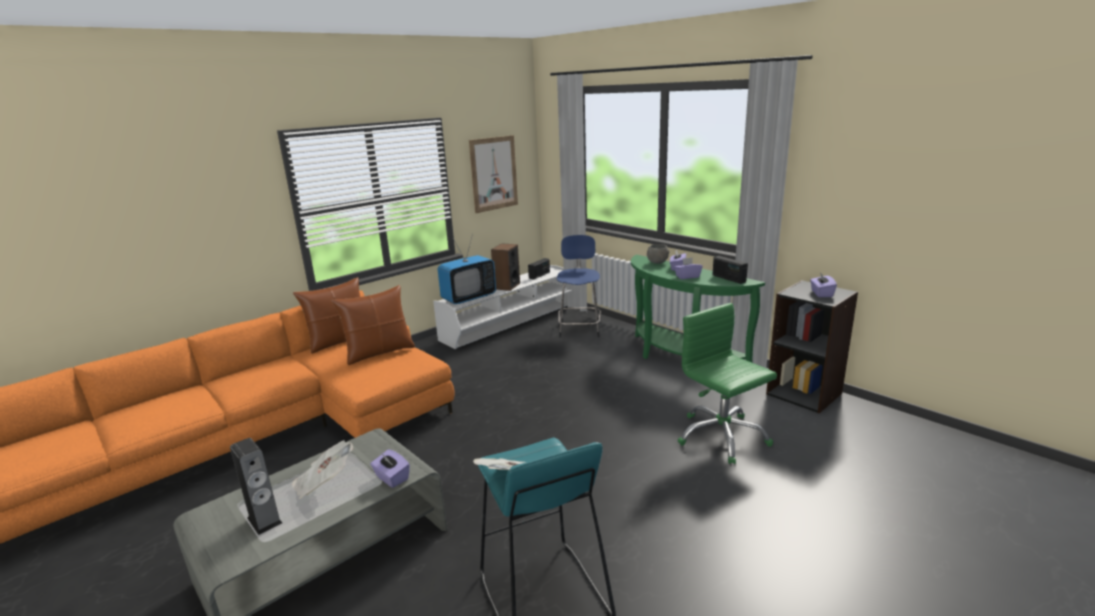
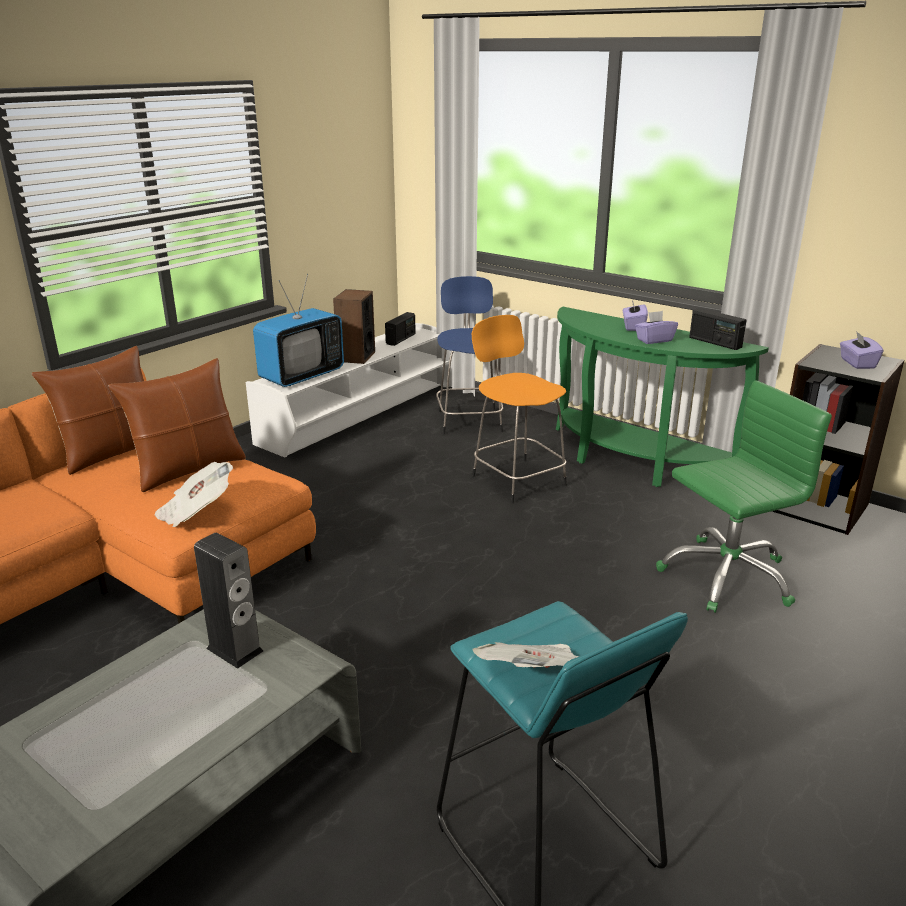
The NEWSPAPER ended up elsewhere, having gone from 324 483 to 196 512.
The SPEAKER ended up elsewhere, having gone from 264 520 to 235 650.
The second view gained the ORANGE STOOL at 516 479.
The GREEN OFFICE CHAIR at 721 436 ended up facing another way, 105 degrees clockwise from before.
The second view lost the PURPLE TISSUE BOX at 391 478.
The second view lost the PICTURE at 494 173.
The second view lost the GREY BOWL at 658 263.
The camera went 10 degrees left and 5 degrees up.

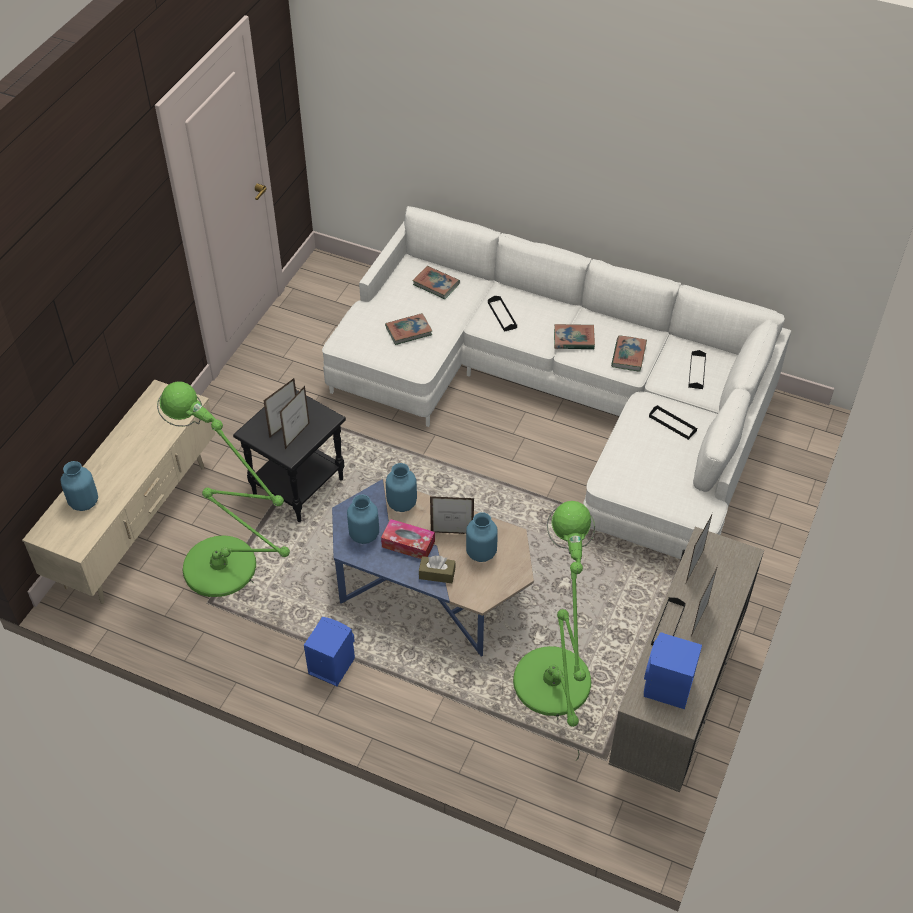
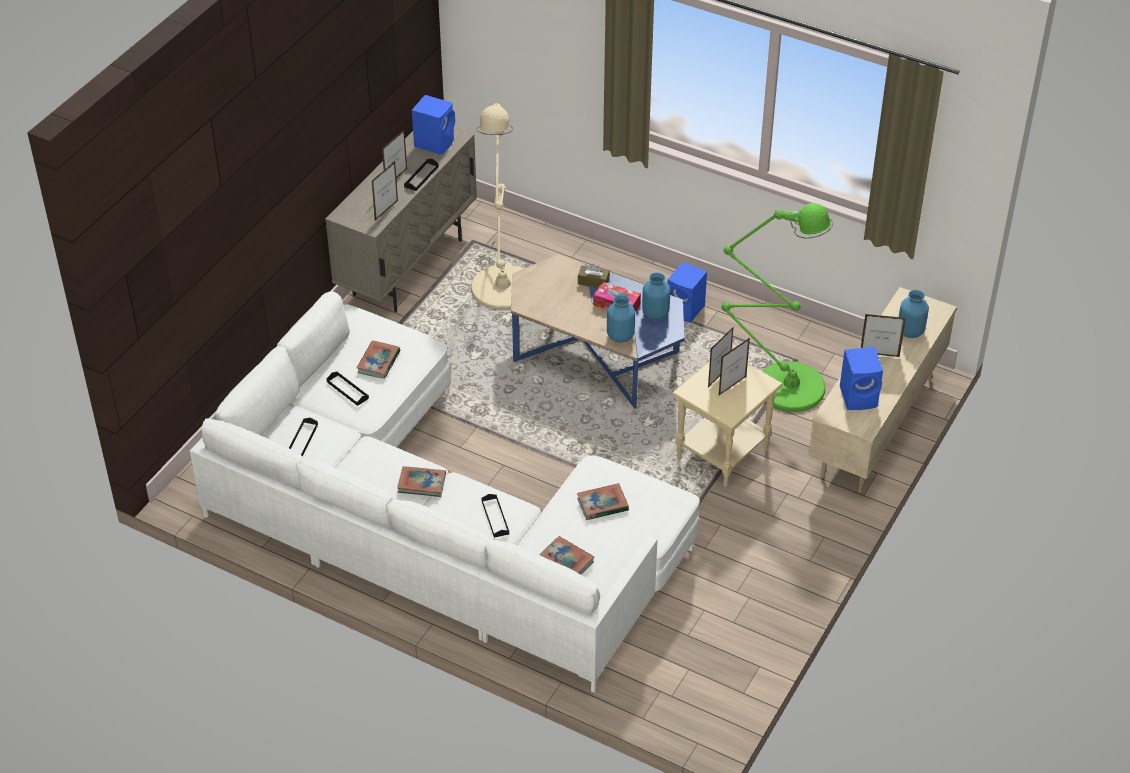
The BOOK ended up elsewhere, having gone from 628 355 to 378 362.
What was the GREEN FLOOR LAMP at 554 692 turned into the BEIGE FLOOR LAMP at 503 282.
What was the BLACK SIDE TABLE at 297 485 turned into the BEIGE SIDE TABLE at 722 454.
The second view gained the BLUE SPEAKER at 860 397.
The PICTURE FRAME ended up elsewhere, having gone from 452 533 to 879 355.
The second view lost the BLUE VASE at 481 553.
The camera went 175 degrees left and 5 degrees down.

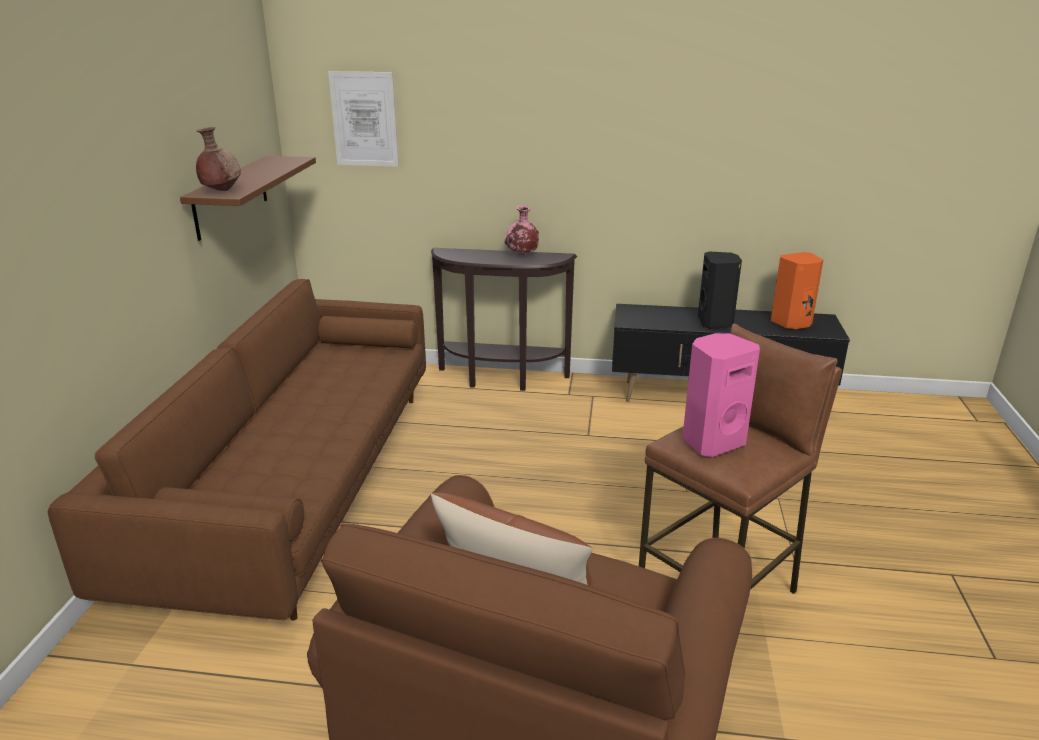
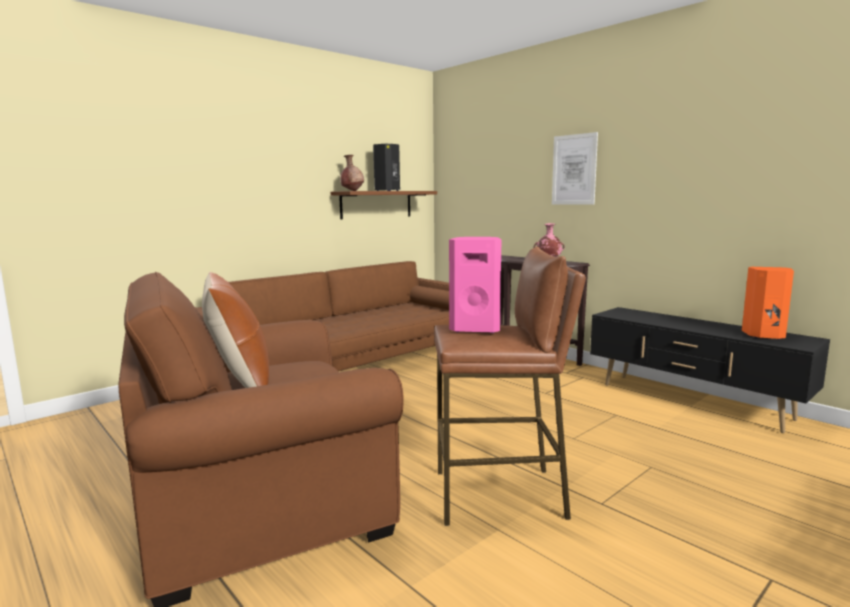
The BLACK SPEAKER ended up elsewhere, having gone from 715 323 to 388 191.
The PICTURE ended up elsewhere, having gone from 364 119 to 574 169.
The camera went 40 degrees right and 15 degrees down.

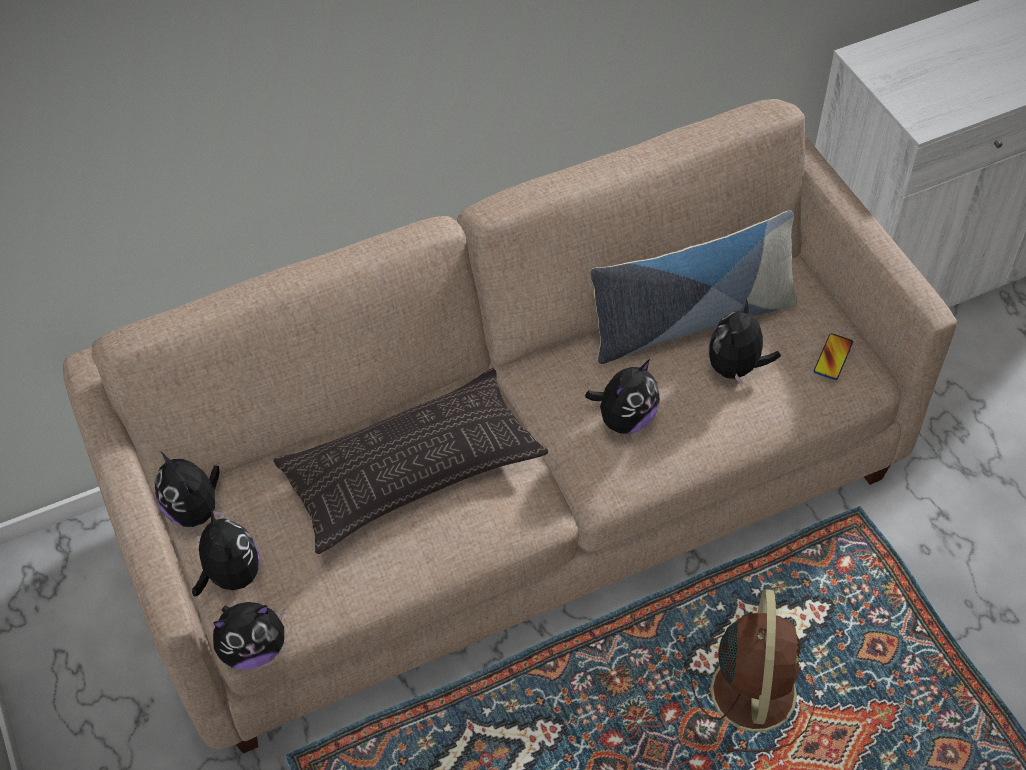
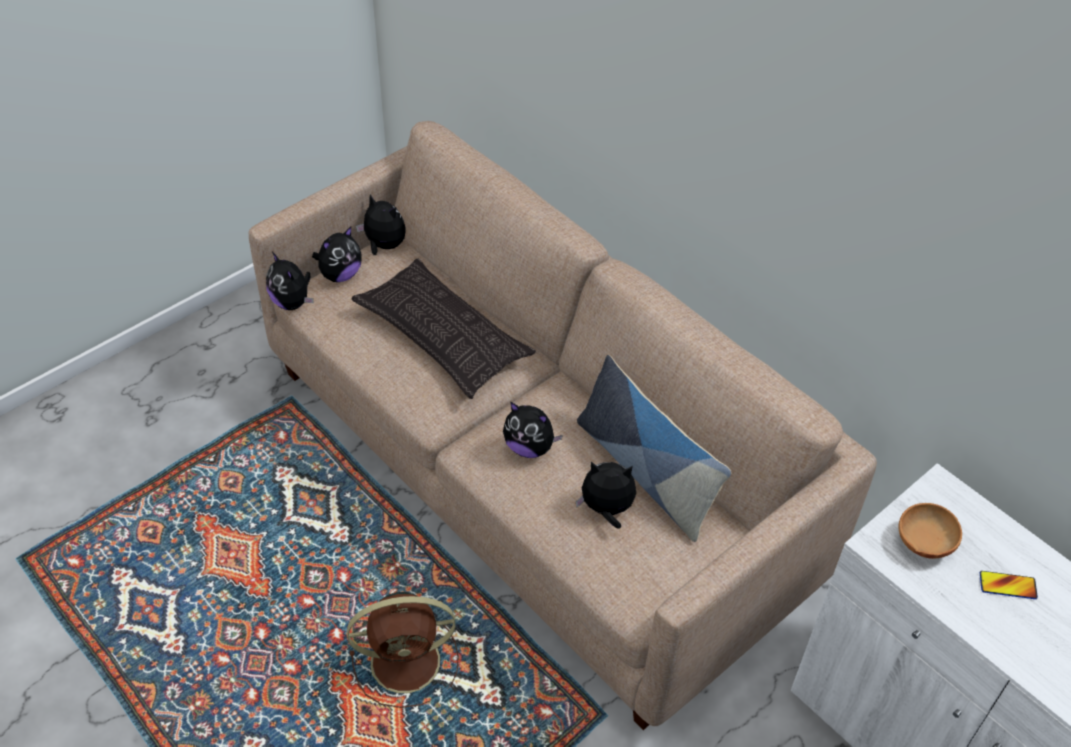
The PLUSH TOY at 196 510 ended up facing another way, 90 degrees clockwise from before.
The second view gained the BROWN BOWL at 923 543.
The PHONE ended up elsewhere, having gone from 833 357 to 1007 585.
The camera went 70 degrees right and 5 degrees down.

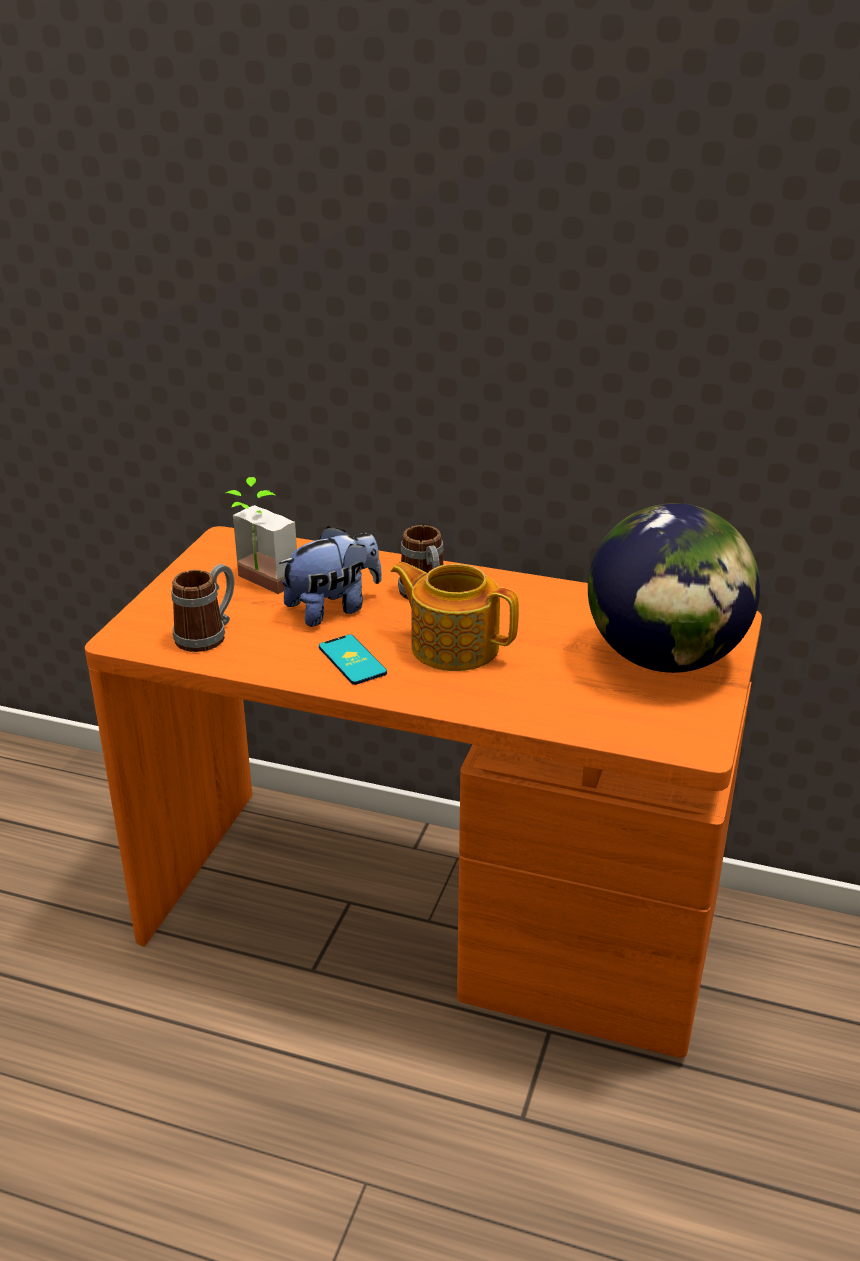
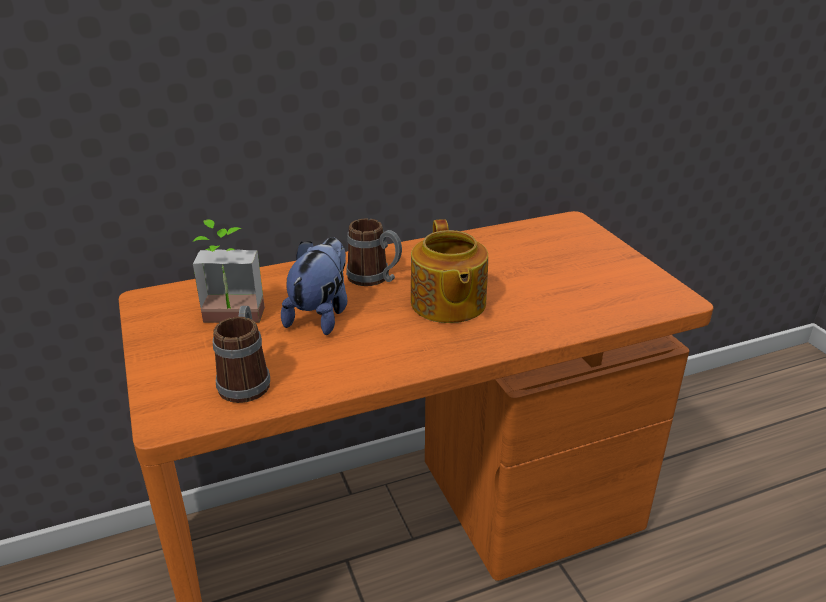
The TEAPOT at 453 646 ended up facing another way, 90 degrees counterclockwise from before.
The second view lost the PHONE at 352 660.
The second view lost the GLOBE at 665 659.
The camera went 40 degrees left and 0 degrees up.

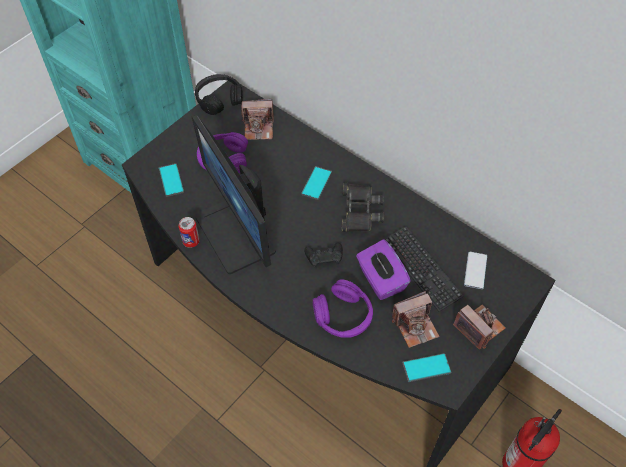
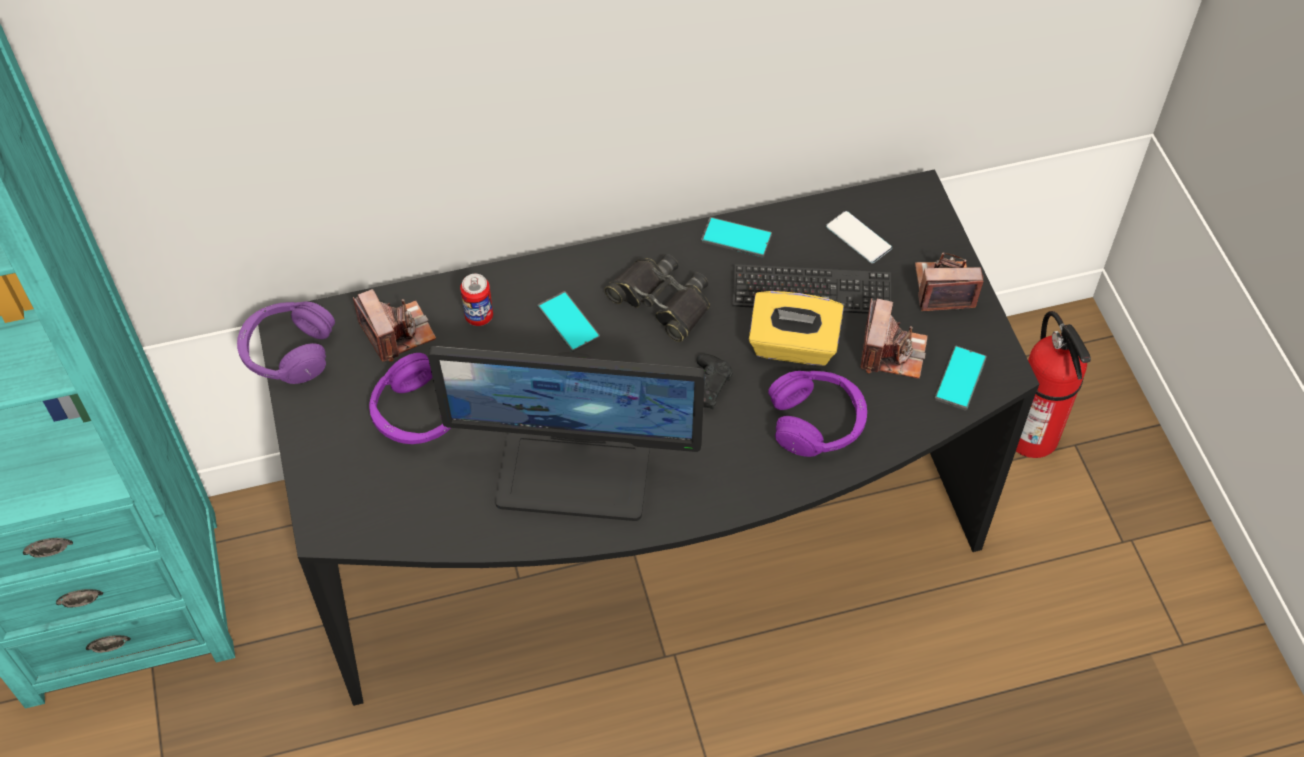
What was the BLACK HEADPHONES at 219 99 turned into the PURPLE HEADPHONES at 288 351.
The PHOTO CAMERA at 259 128 ended up facing another way, 60 degrees counterclockwise from before.
The CAN ended up elsewhere, having gone from 191 241 to 479 316.
The PHONE ended up elsewhere, having gone from 171 180 to 736 238.
What was the PURPLE TISSUE BOX at 380 280 turned into the YELLOW TISSUE BOX at 793 346.
The camera went 55 degrees left and 0 degrees up.

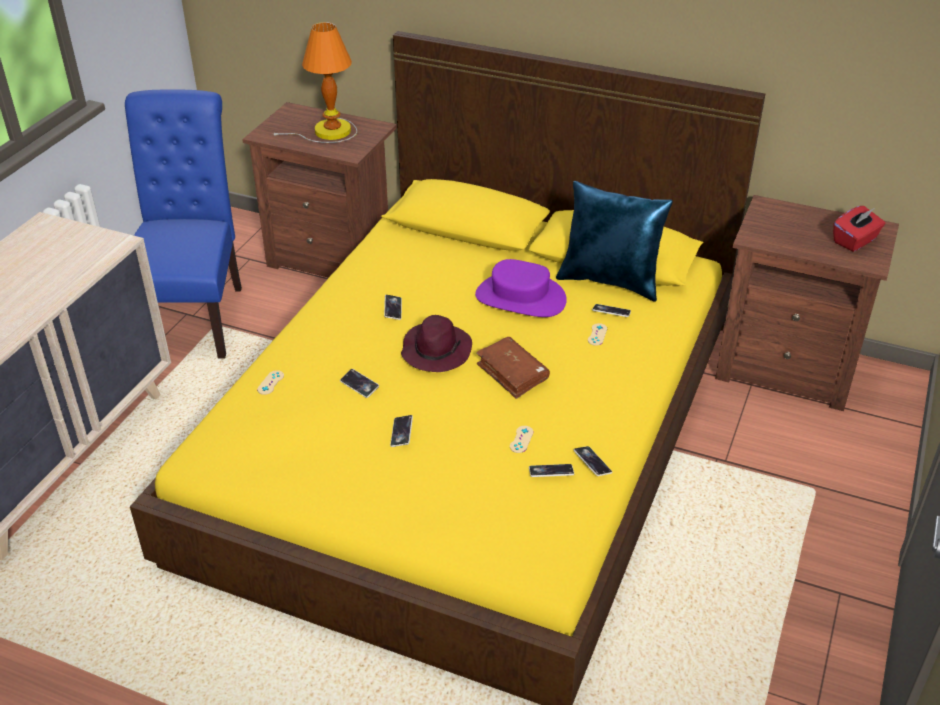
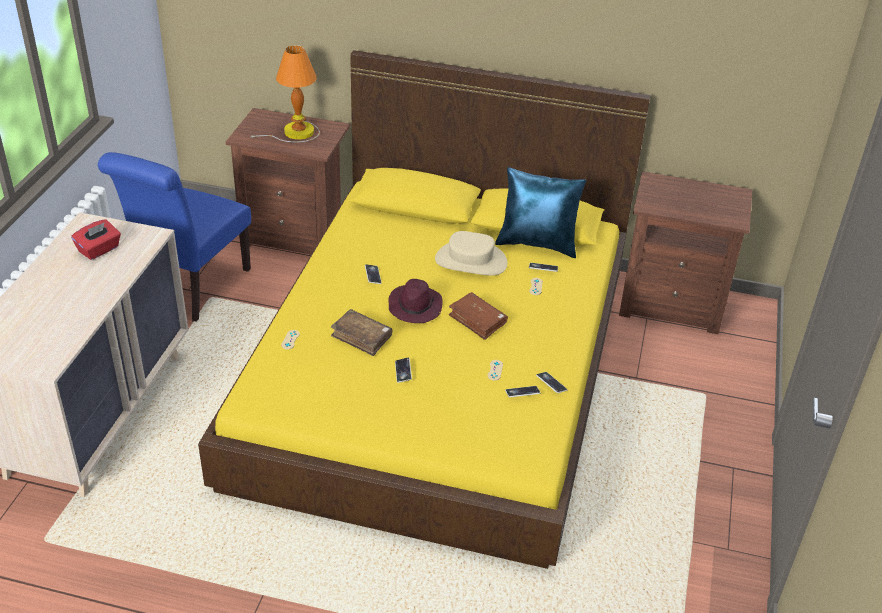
The RED TISSUE BOX ended up elsewhere, having gone from 855 241 to 99 250.
The BLUE CHAIR at 195 316 ended up facing another way, 150 degrees counterclockwise from before.
Where the PHONE stood at 359 385, the BROWN BOOK came to stand at 362 337.
What was the PURPLE HAT at 520 298 turned into the BEIGE HAT at 470 261.
The camera went 10 degrees left and 0 degrees up.

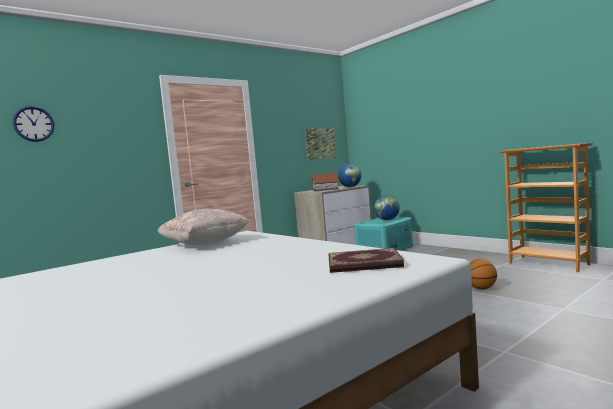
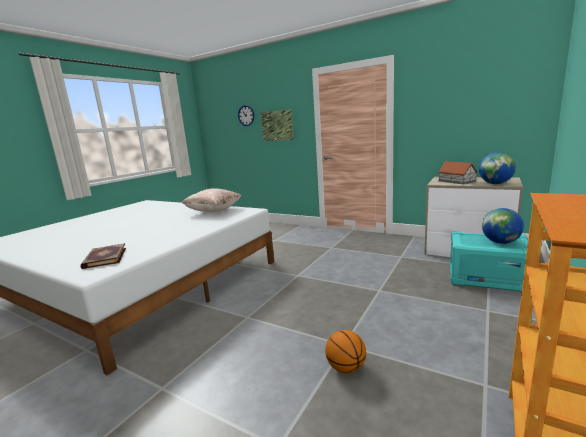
The PICTURE ended up elsewhere, having gone from 320 143 to 277 125.
The camera went 70 degrees right and 10 degrees up.

